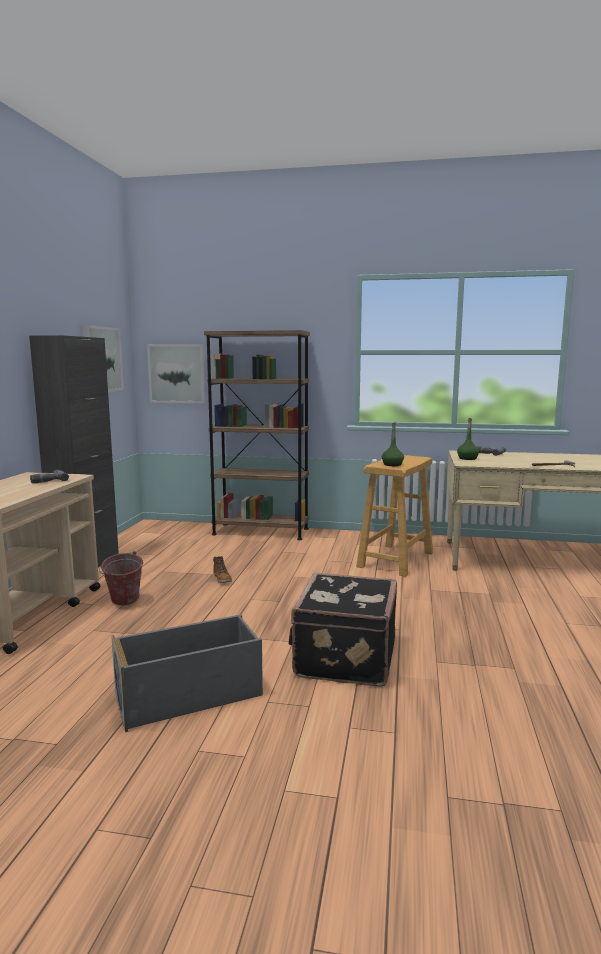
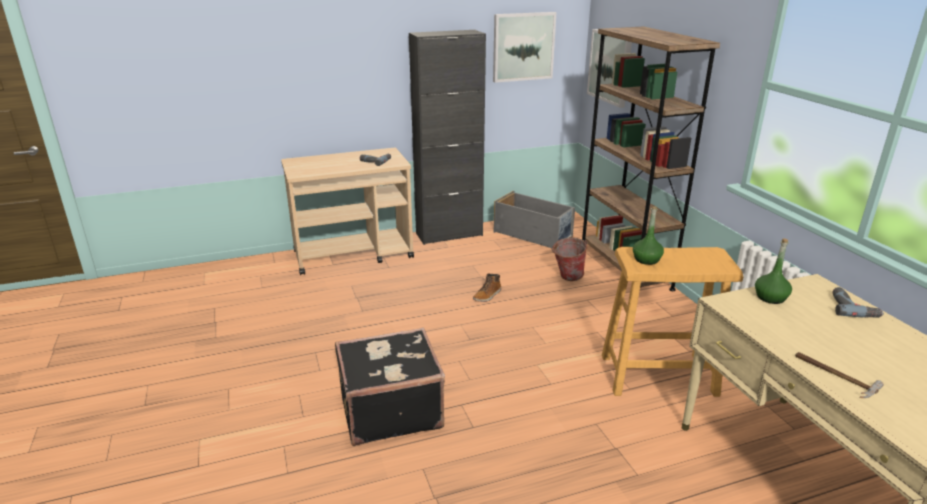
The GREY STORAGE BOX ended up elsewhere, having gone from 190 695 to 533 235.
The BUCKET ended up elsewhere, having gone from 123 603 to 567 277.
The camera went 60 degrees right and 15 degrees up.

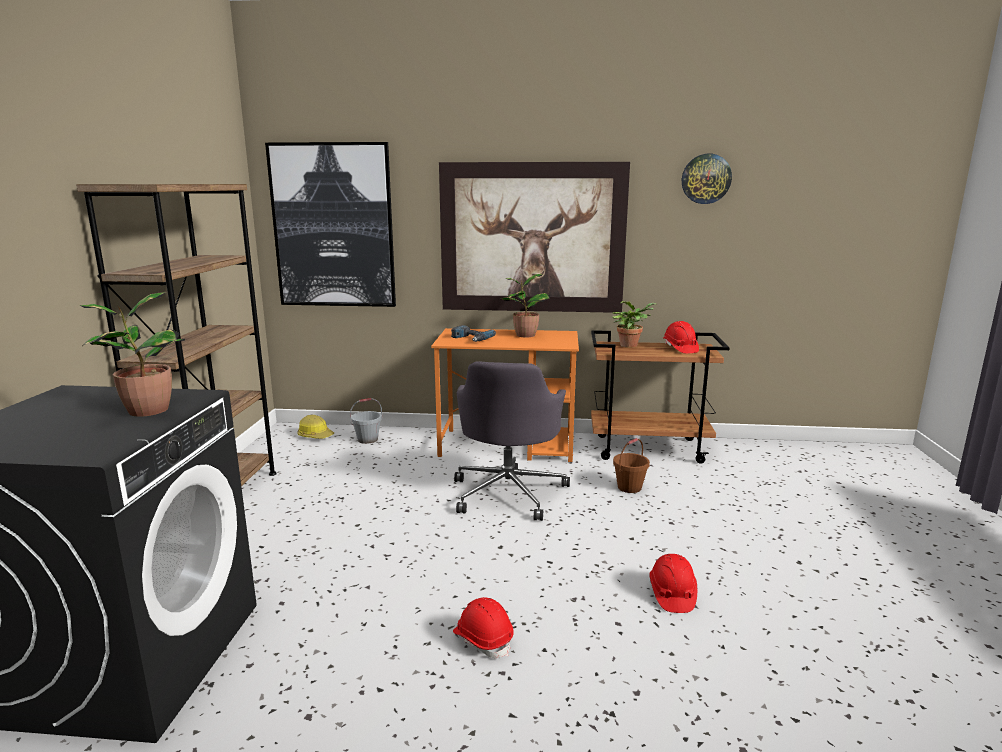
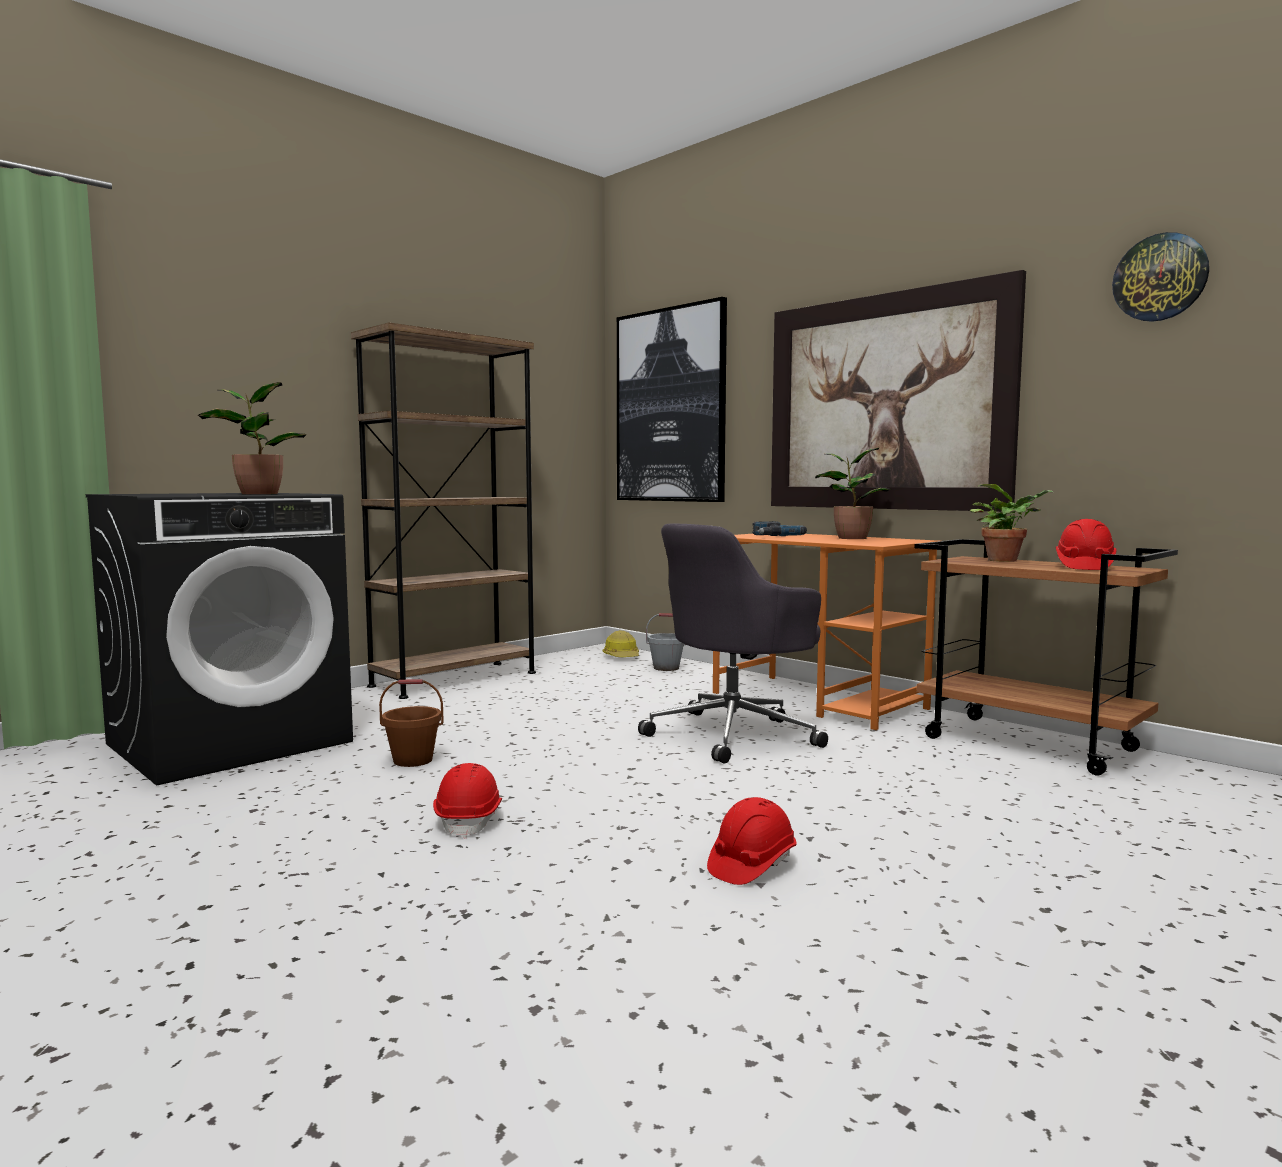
The BROWN BUCKET ended up elsewhere, having gone from 629 487 to 412 760.
The camera went 40 degrees right and 10 degrees down.

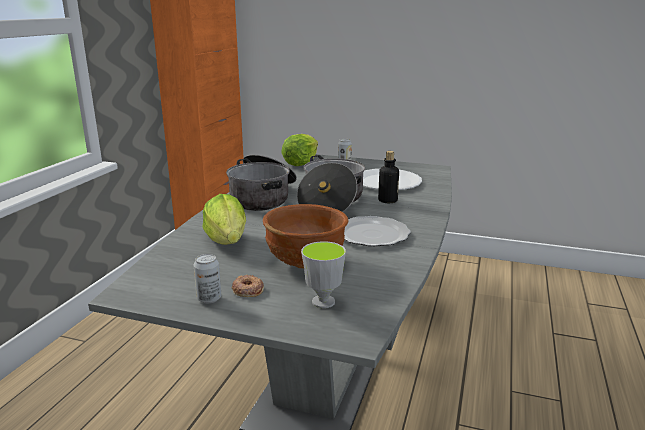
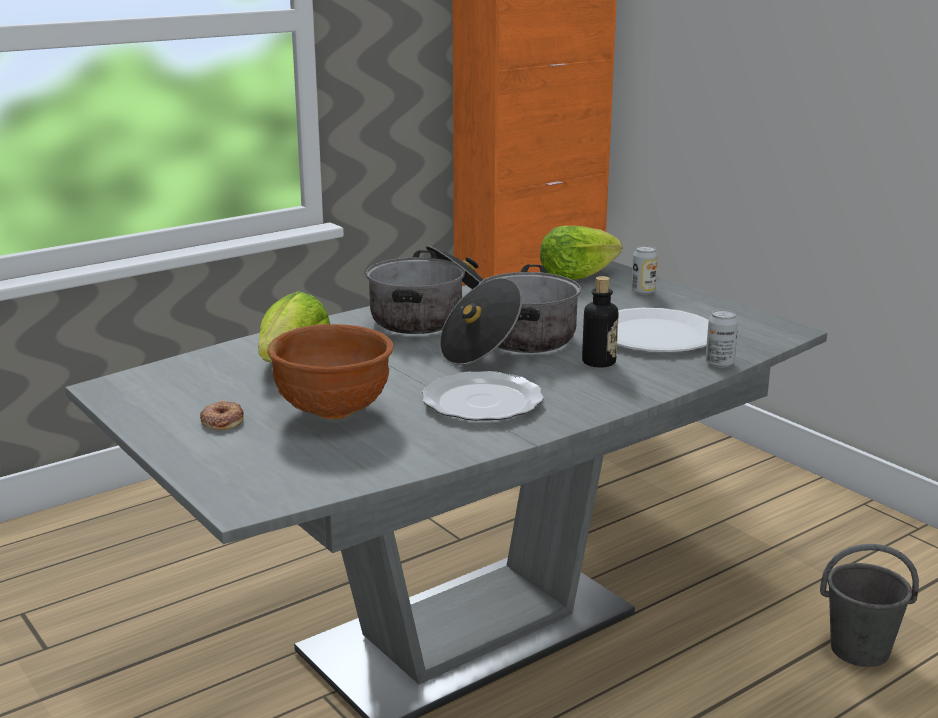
The CAN ended up elsewhere, having gone from 209 298 to 719 363.
The second view gained the GREY BUCKET at 861 650.
The second view lost the CUP at 323 302.
The camera went 35 degrees right and 0 degrees up.

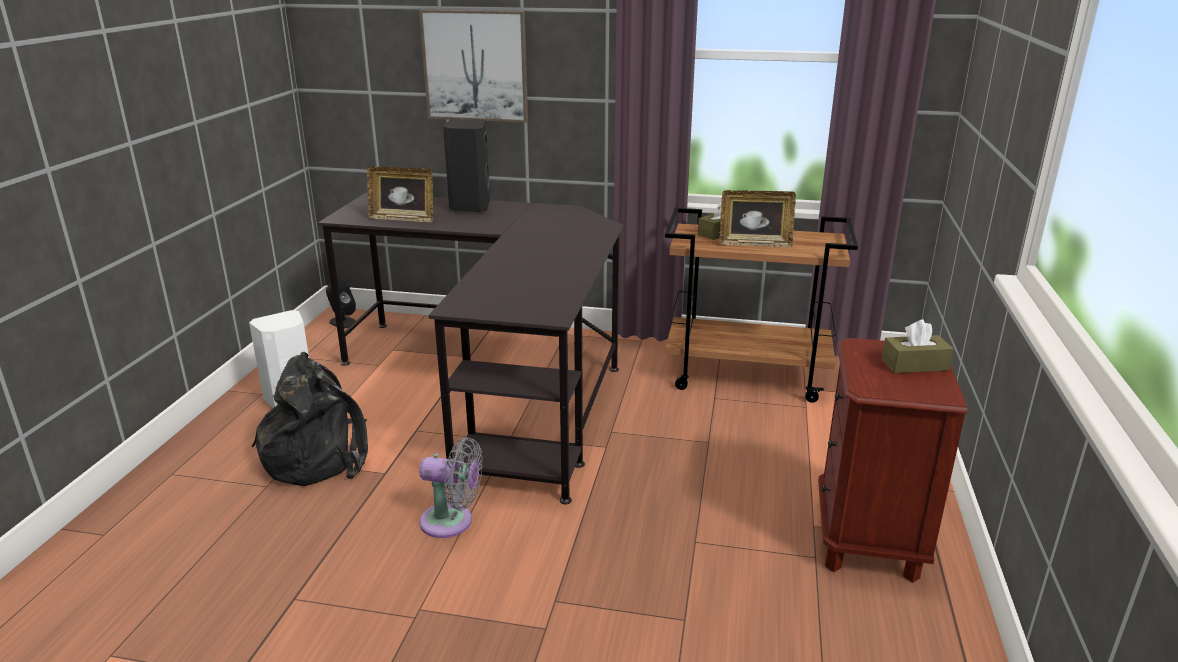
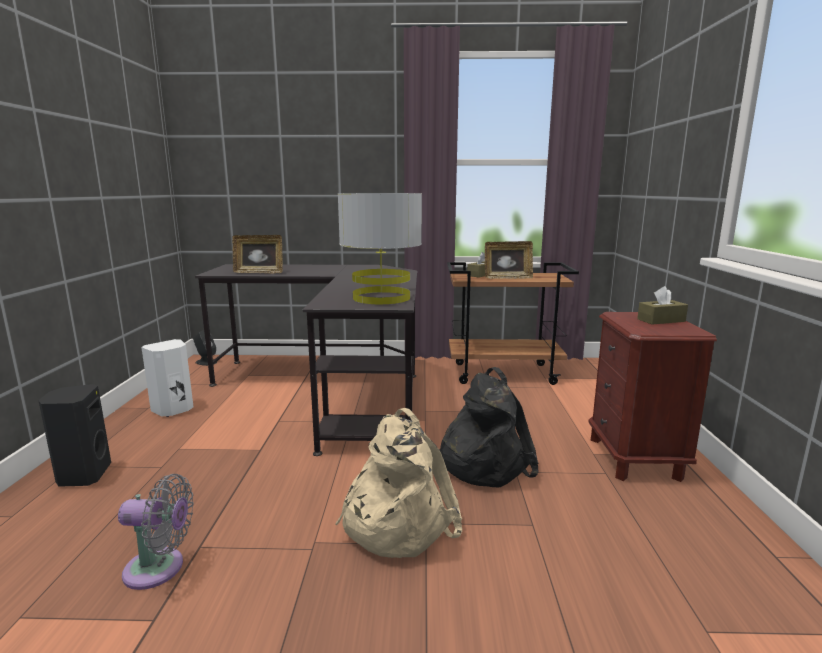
The BLACK SPEAKER ended up elsewhere, having gone from 469 207 to 83 475.
The GREY FAN ended up elsewhere, having gone from 452 522 to 160 569.
The second view gained the BEIGE BACKPACK at 396 521.
The second view gained the GREY TABLE LAMP at 381 298.
The BLACK BACKPACK ended up elsewhere, having gone from 318 455 to 483 463.
The second view lost the PICTURE at 475 66.
The camera went 10 degrees left and 10 degrees down.

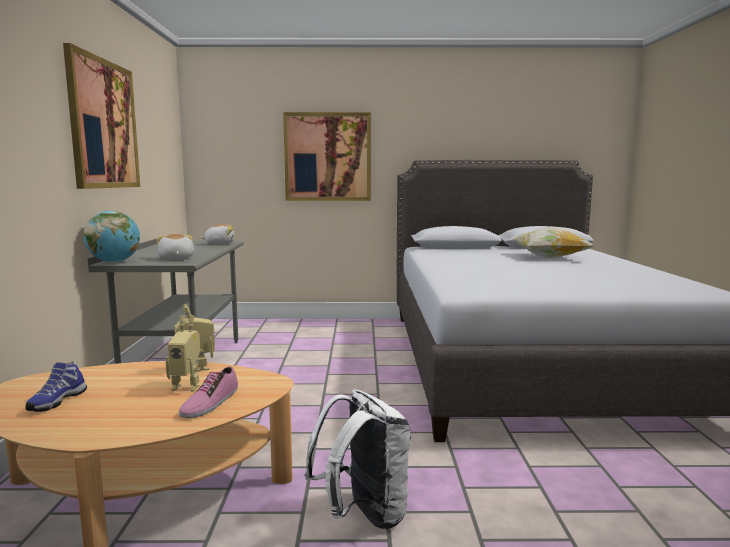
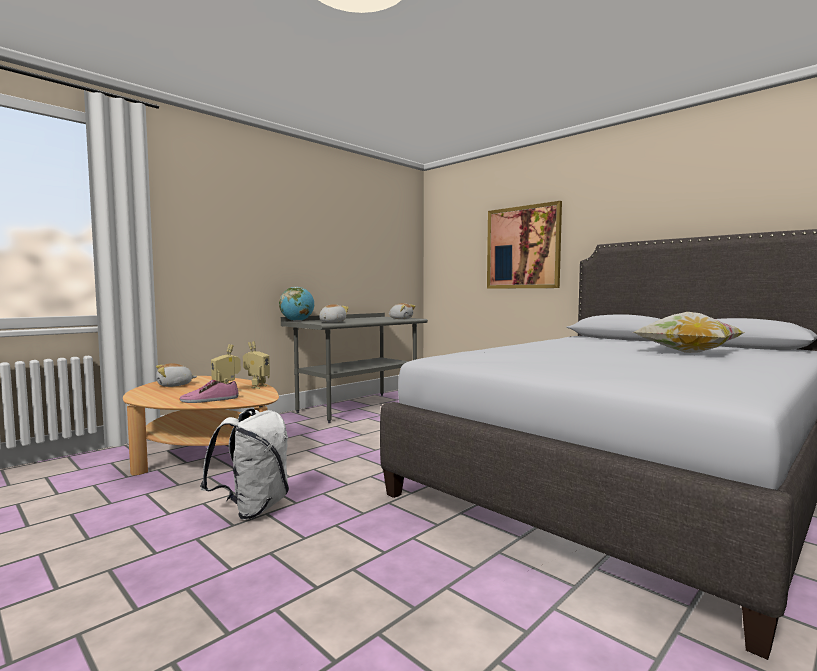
Where the SHOE stood at 56 401, the PLUSH TOY came to stand at 174 385.
The second view lost the PICTURE at 103 124.
The camera went 45 degrees right and 5 degrees down.

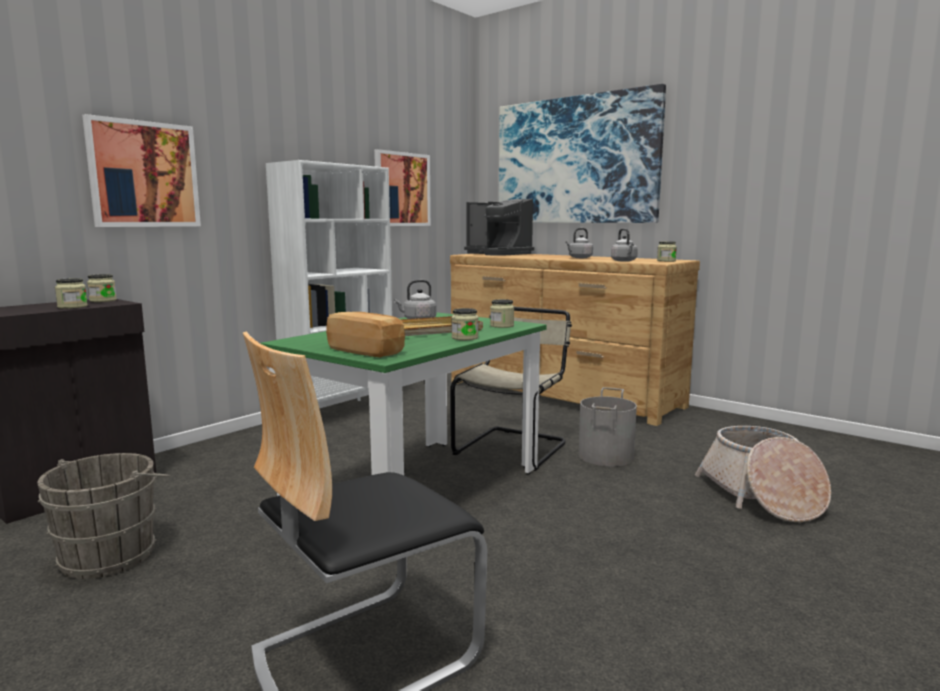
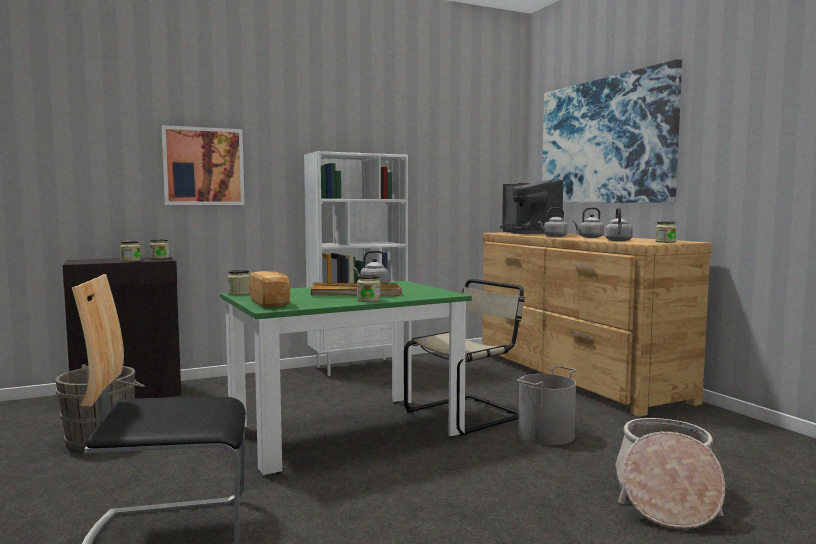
The JAR ended up elsewhere, having gone from 502 326 to 239 293.
The second view gained the GREY KETTLE at 554 236.
The second view lost the PICTURE at 402 189.
The camera went 25 degrees right and 5 degrees down.

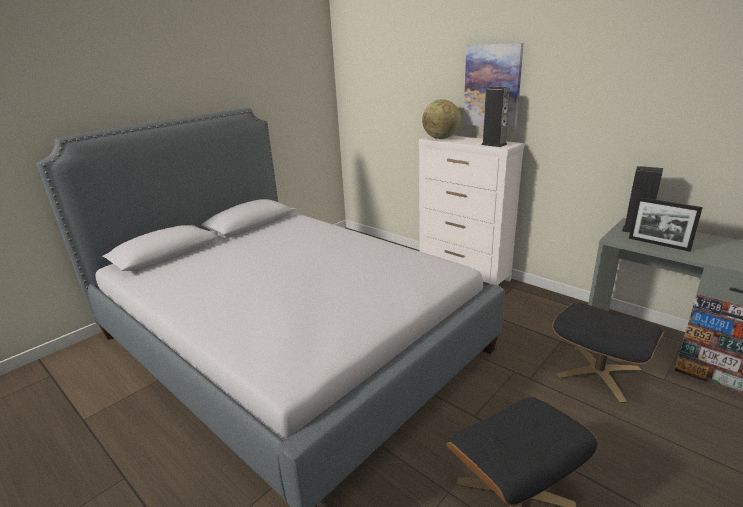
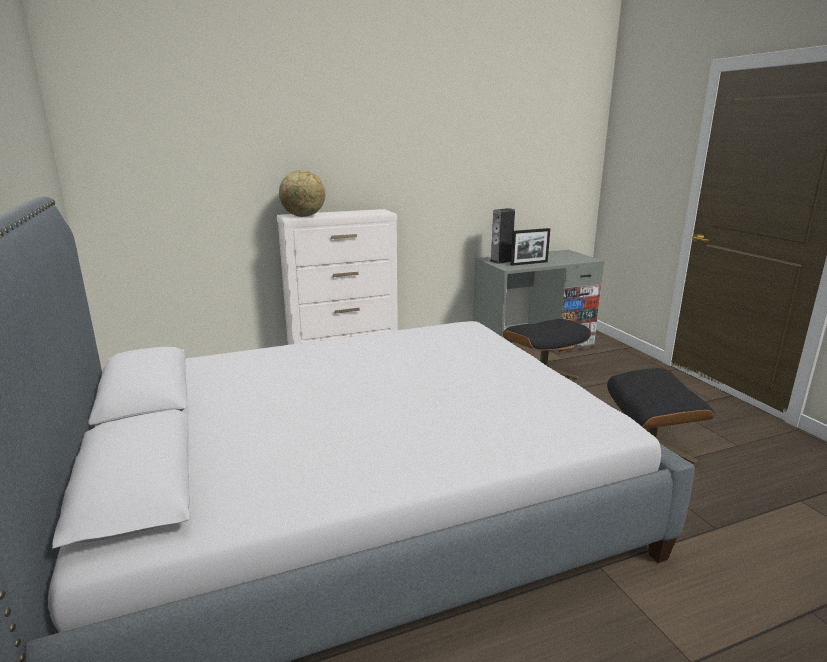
The second view lost the PICTURE at 492 86.
The second view lost the SPEAKER at 494 144.
The camera went 65 degrees left and 5 degrees down.

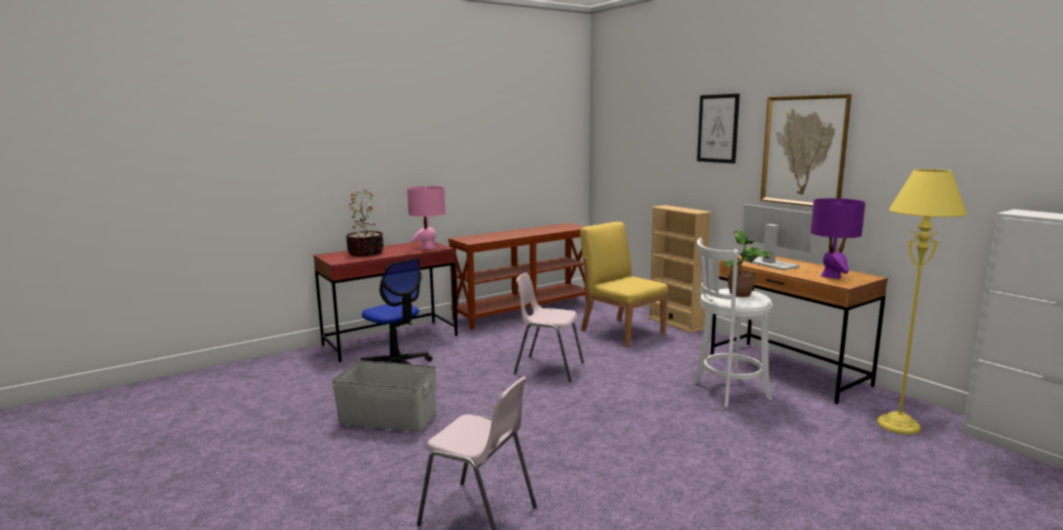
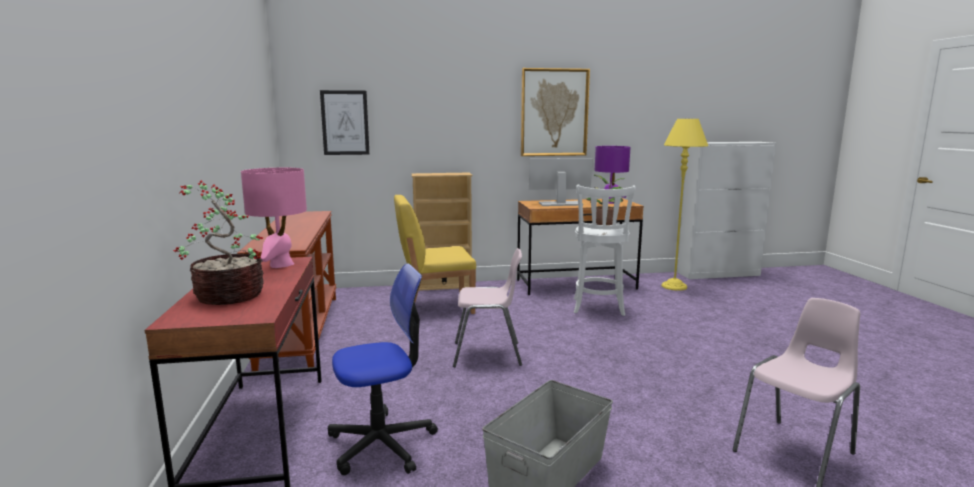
The PICTURE ended up elsewhere, having gone from 718 128 to 345 123.
The PINK CHAIR at 548 368 ended up facing another way, 135 degrees counterclockwise from before.
The camera went 65 degrees left and 0 degrees up.

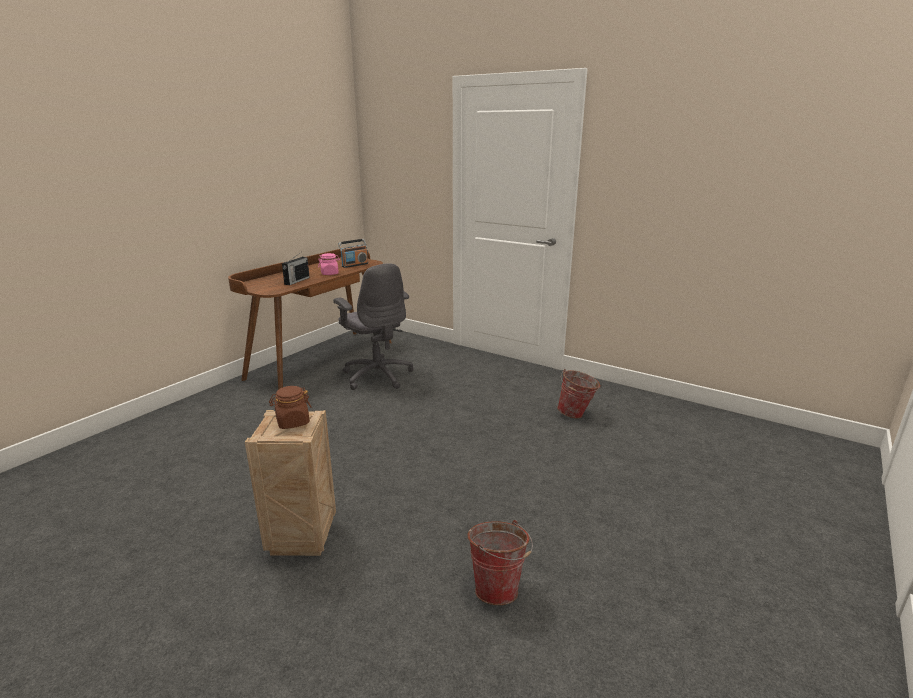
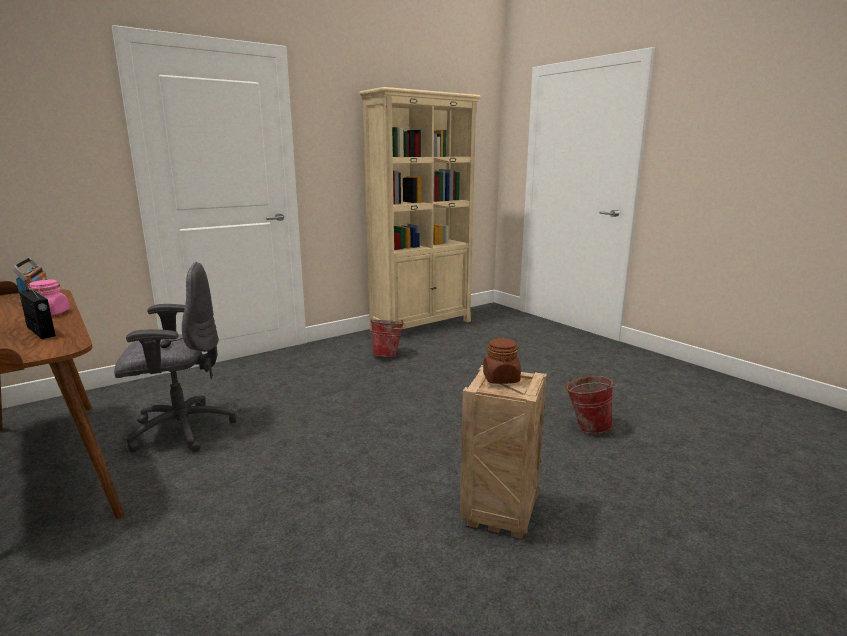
The second view gained the BEIGE BOOKCASE at 422 325.
The camera went 70 degrees left and 5 degrees down.

